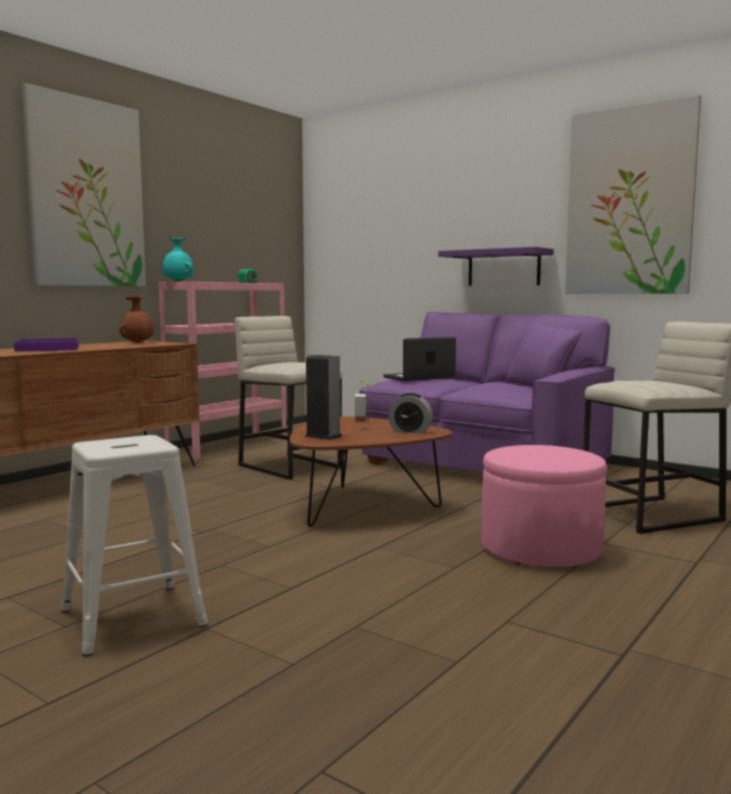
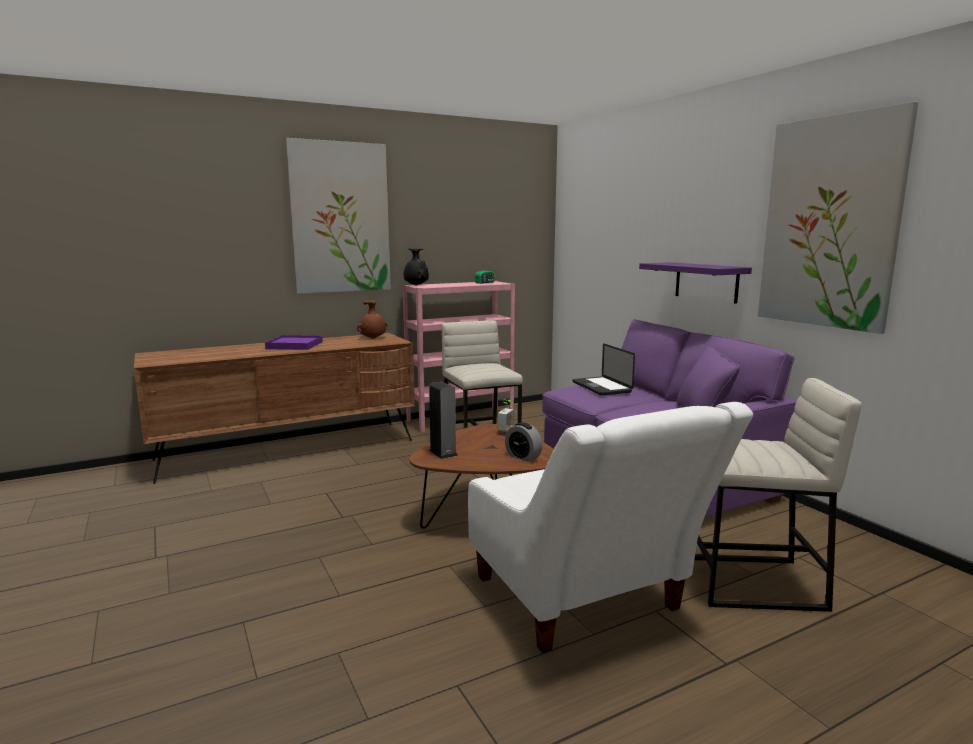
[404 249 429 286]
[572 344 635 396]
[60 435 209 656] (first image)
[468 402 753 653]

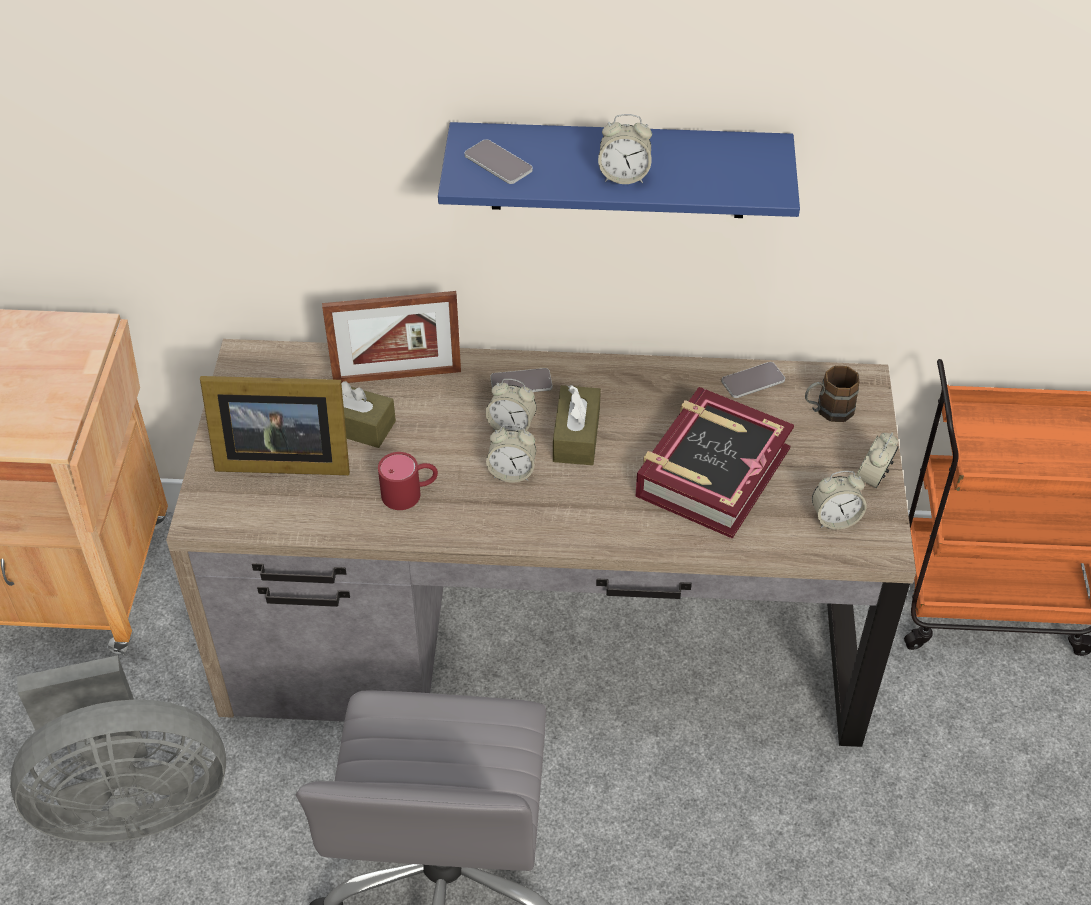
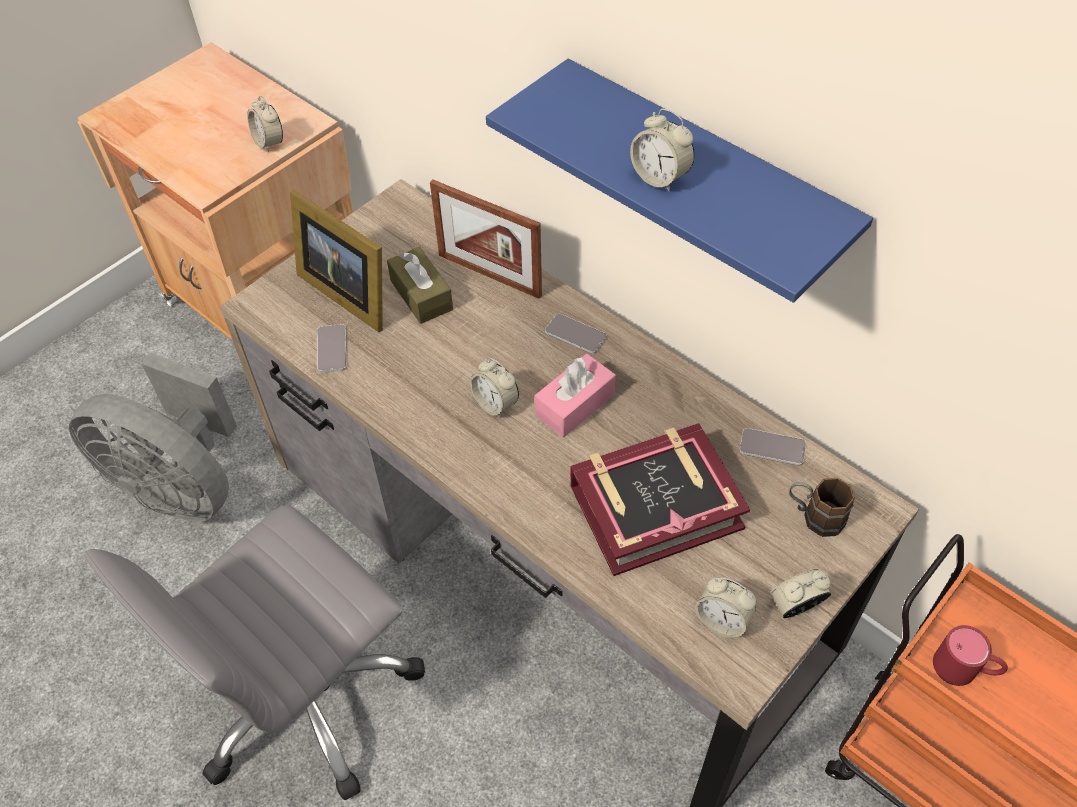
[317 324 347 373]
[247 96 283 152]
[535 354 616 437]
[933 625 1008 686]

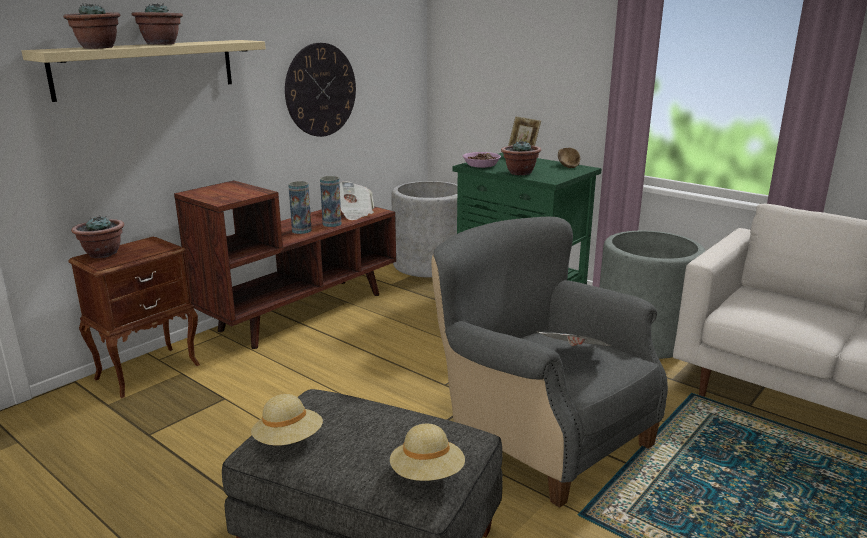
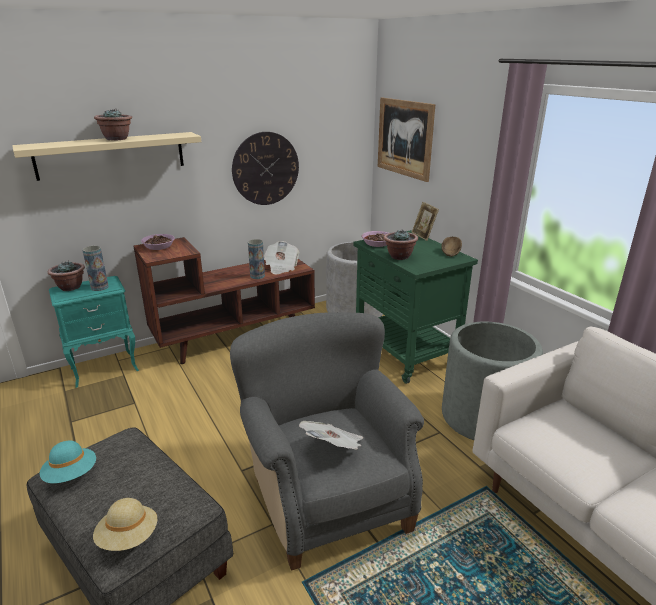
[63 3 120 49] (first image)
[82 246 109 291]
[49 276 139 388]
[40 441 96 483]
[378 98 435 182]
[141 234 175 250]

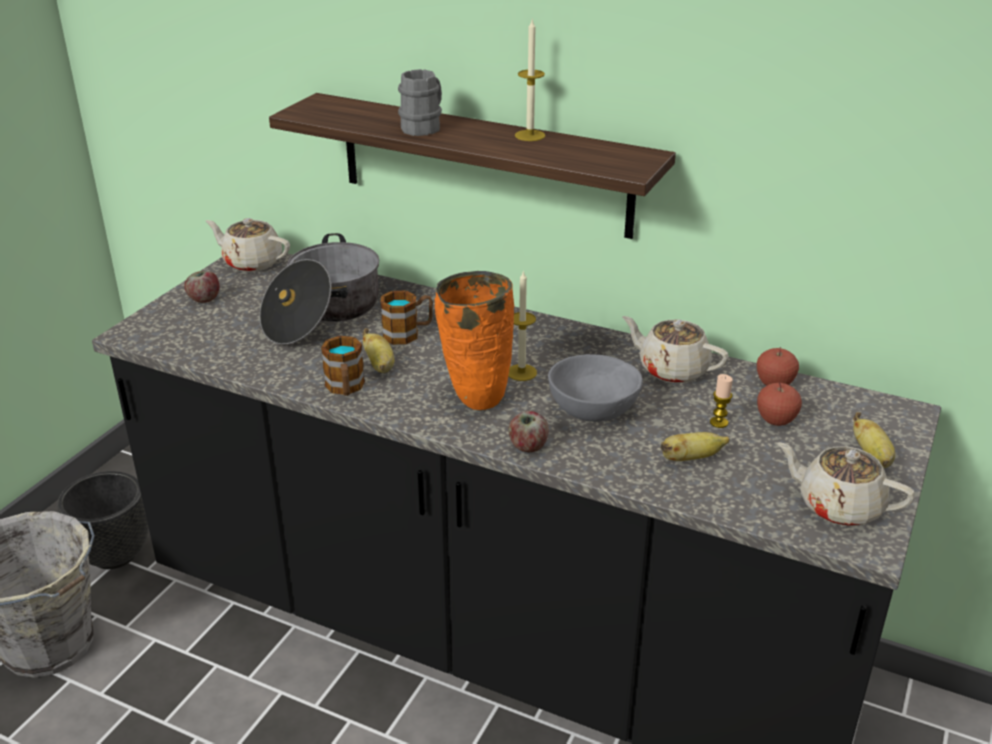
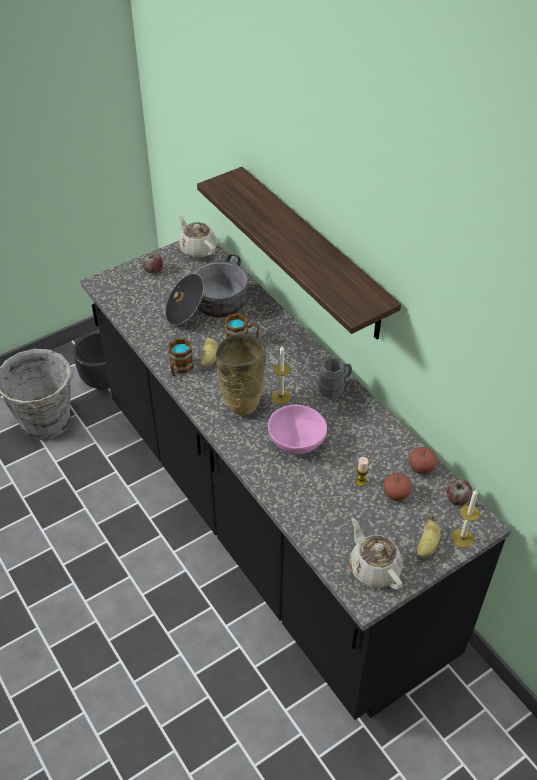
[451 489 480 548]
[318 357 352 398]
[216 334 266 416]
[622 316 729 383] (first image)
[268 405 327 454]
[446 479 472 505]
[661 432 730 461] (first image)

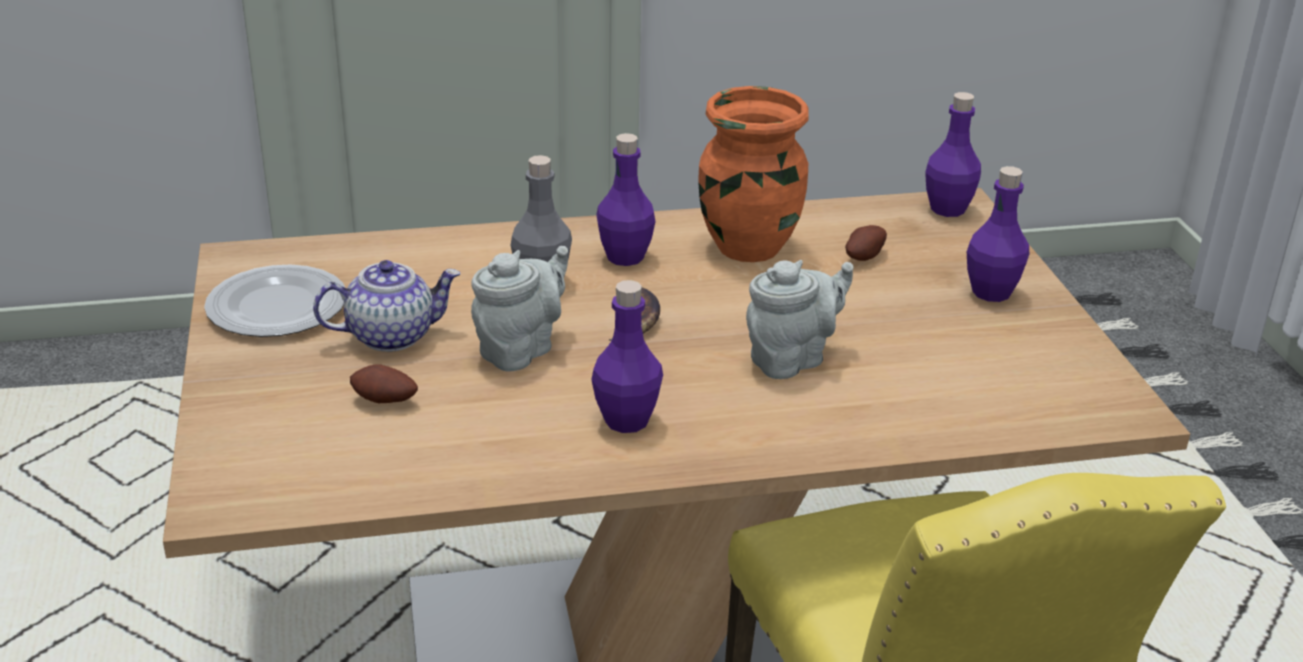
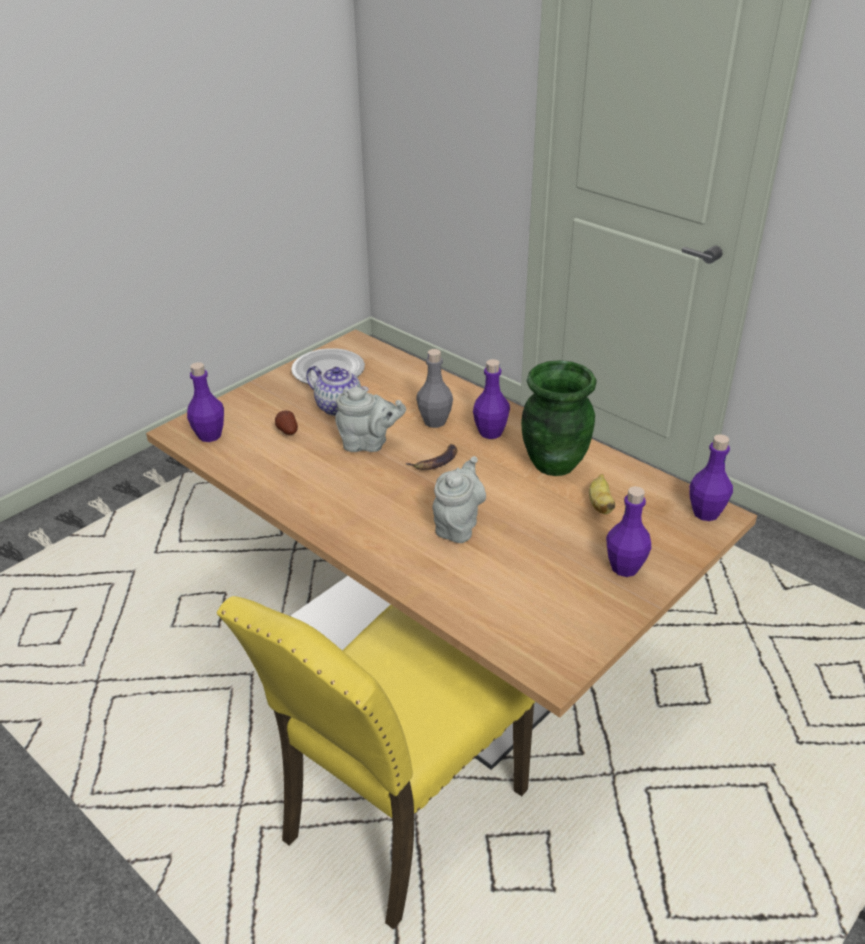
[521 360 596 476]
[589 474 615 514]
[433 456 486 543]
[187 362 224 442]

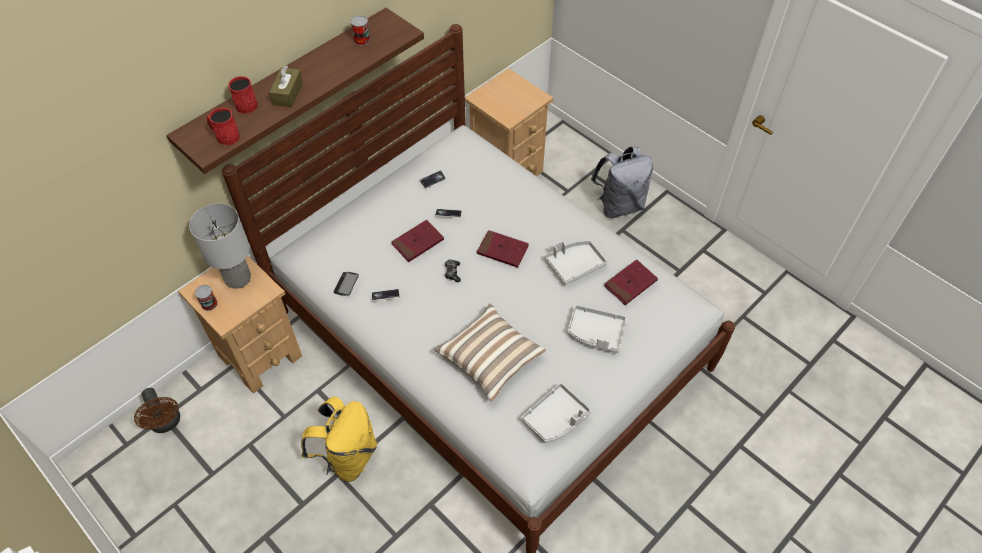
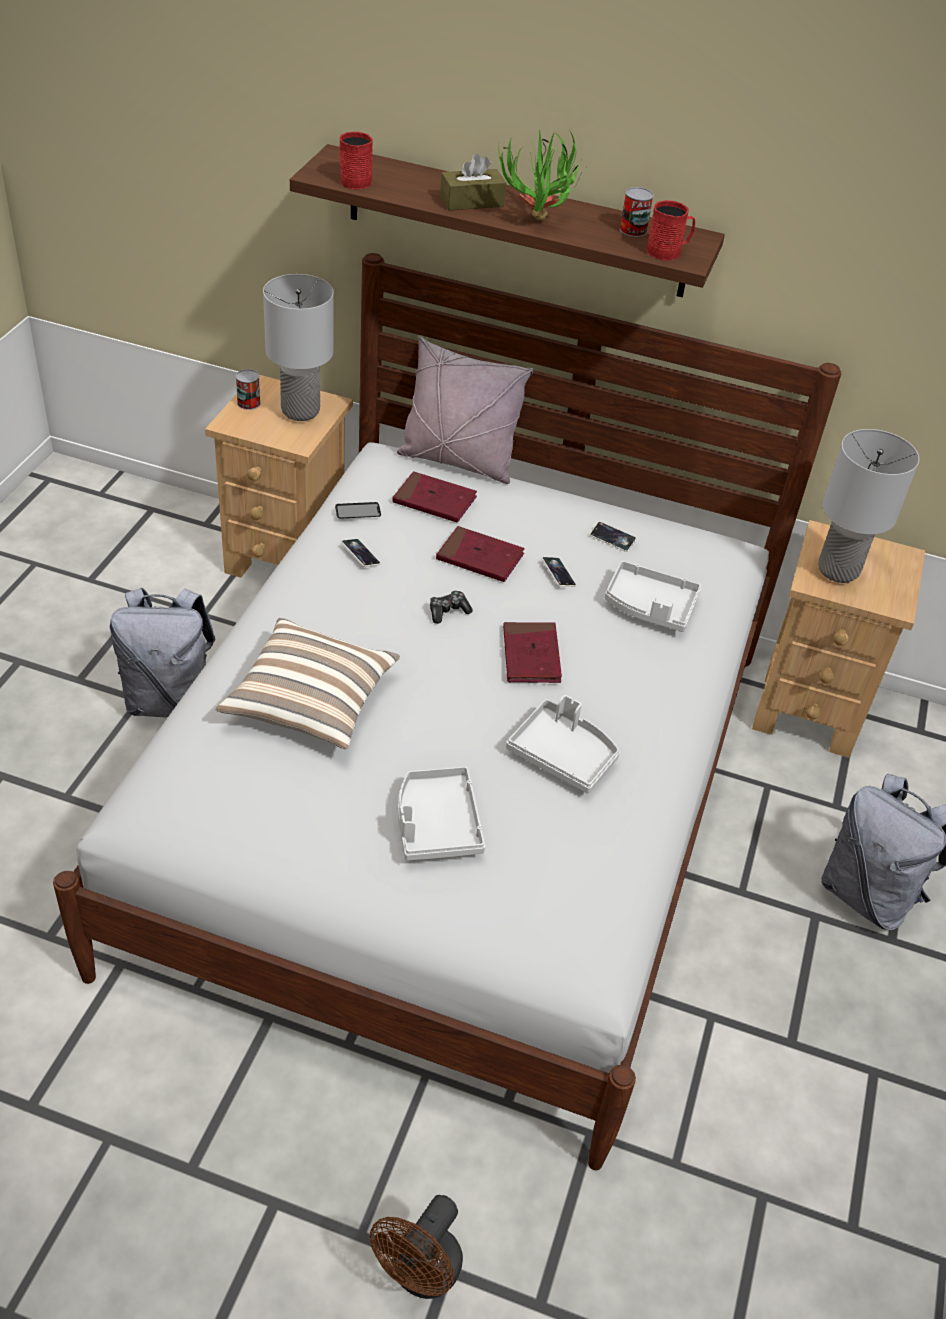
[646 200 695 260]
[393 471 477 523]
[605 561 701 632]
[370 1195 463 1299]
[110 588 216 718]
[498 129 586 221]
[397 337 533 484]
[818 429 919 583]

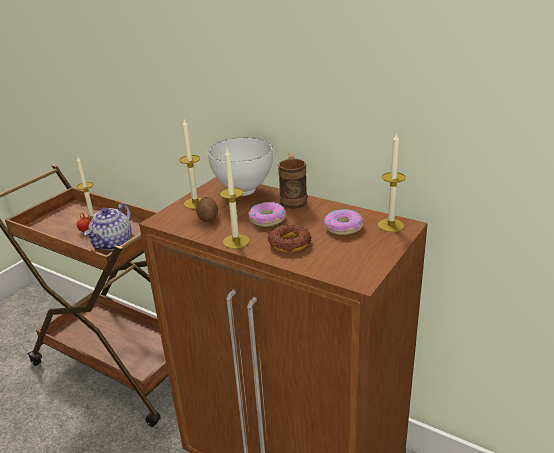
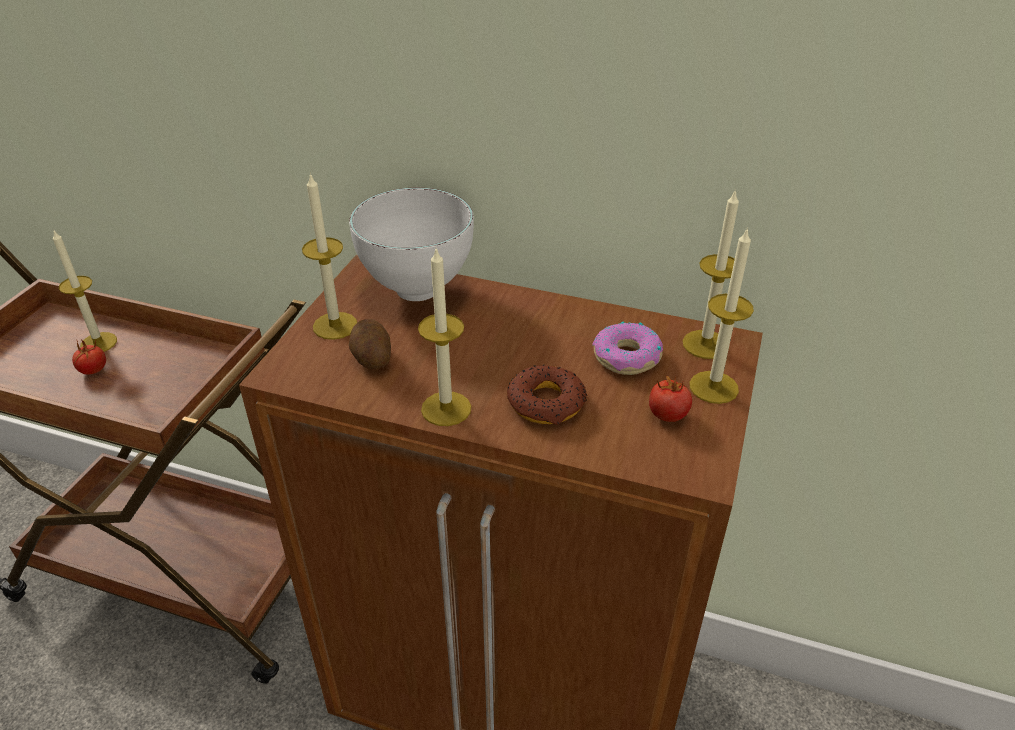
[278 153 307 209] (first image)
[248 202 286 227] (first image)
[84 203 132 250] (first image)
[690 227 754 404]
[649 376 692 422]

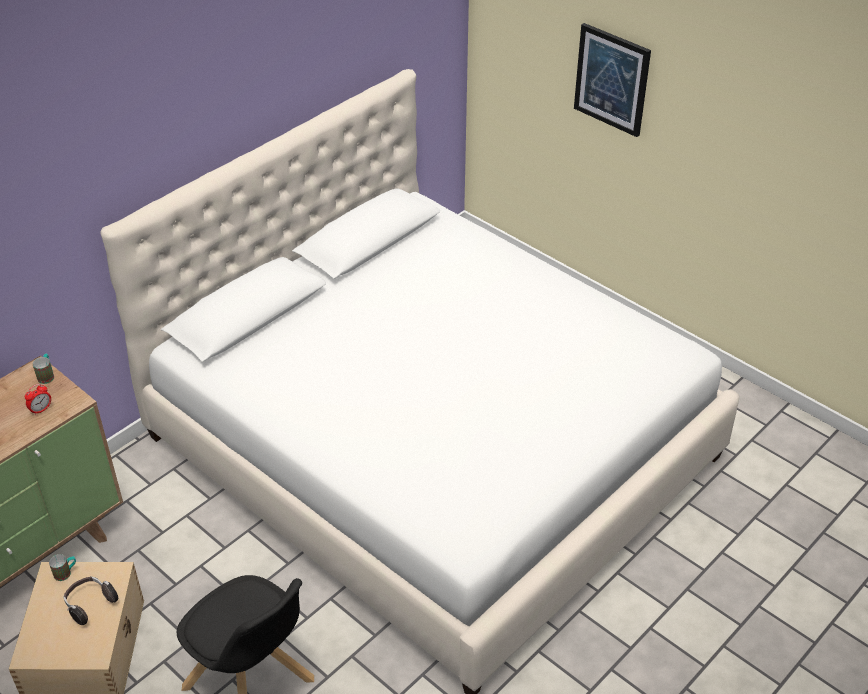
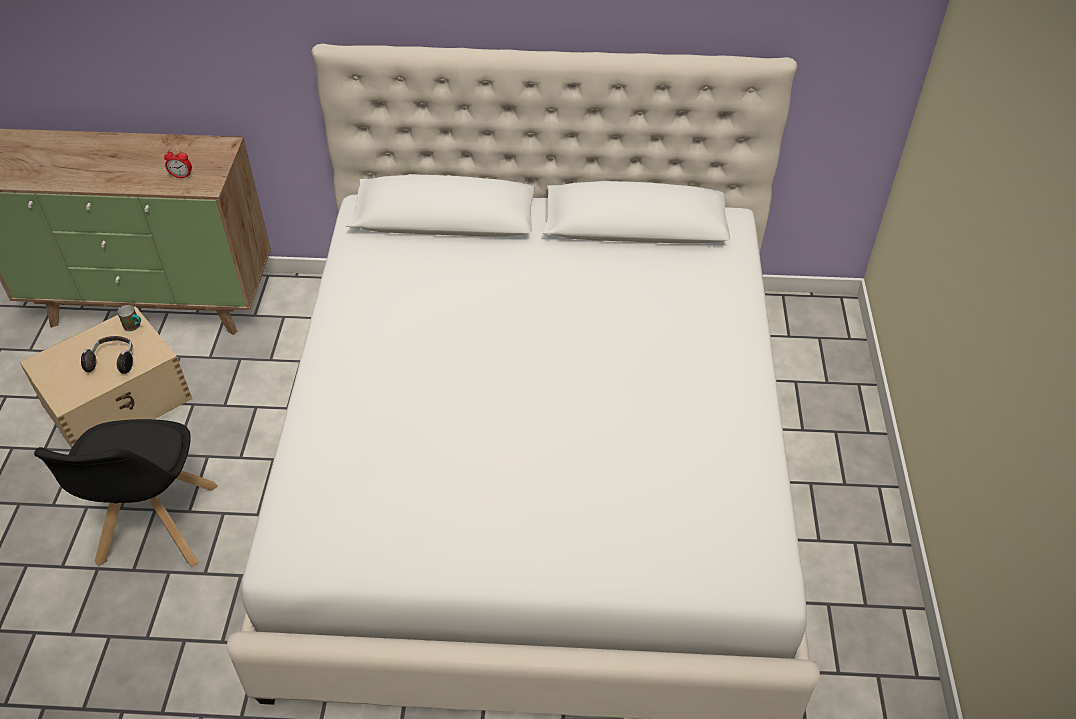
[574 23 651 137] (first image)
[33 354 54 384] (first image)

